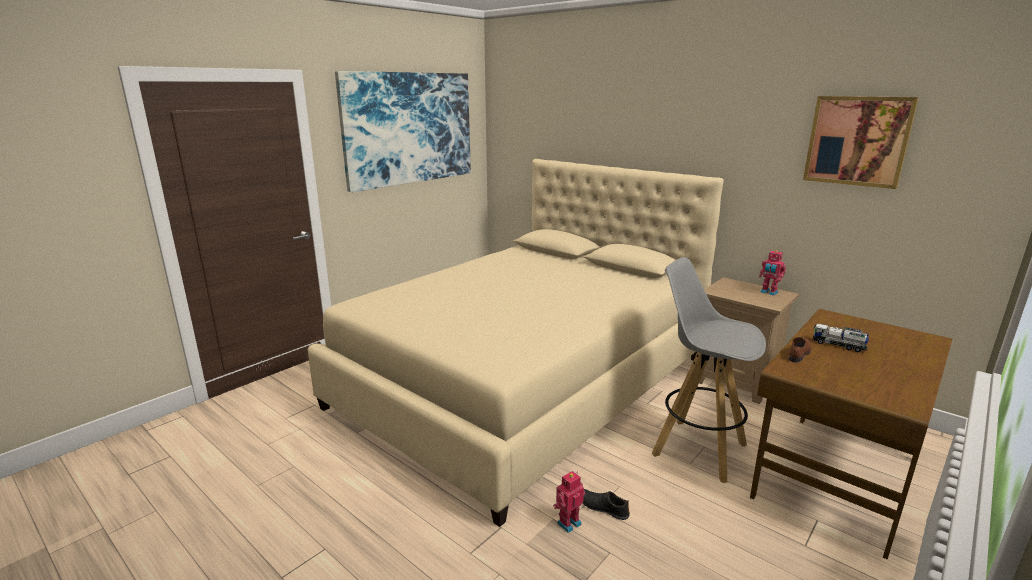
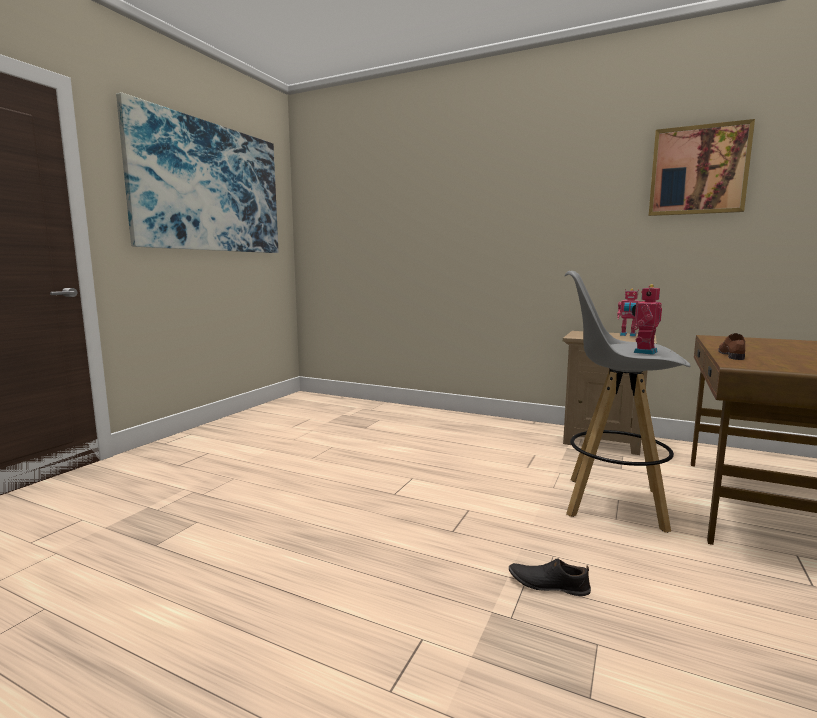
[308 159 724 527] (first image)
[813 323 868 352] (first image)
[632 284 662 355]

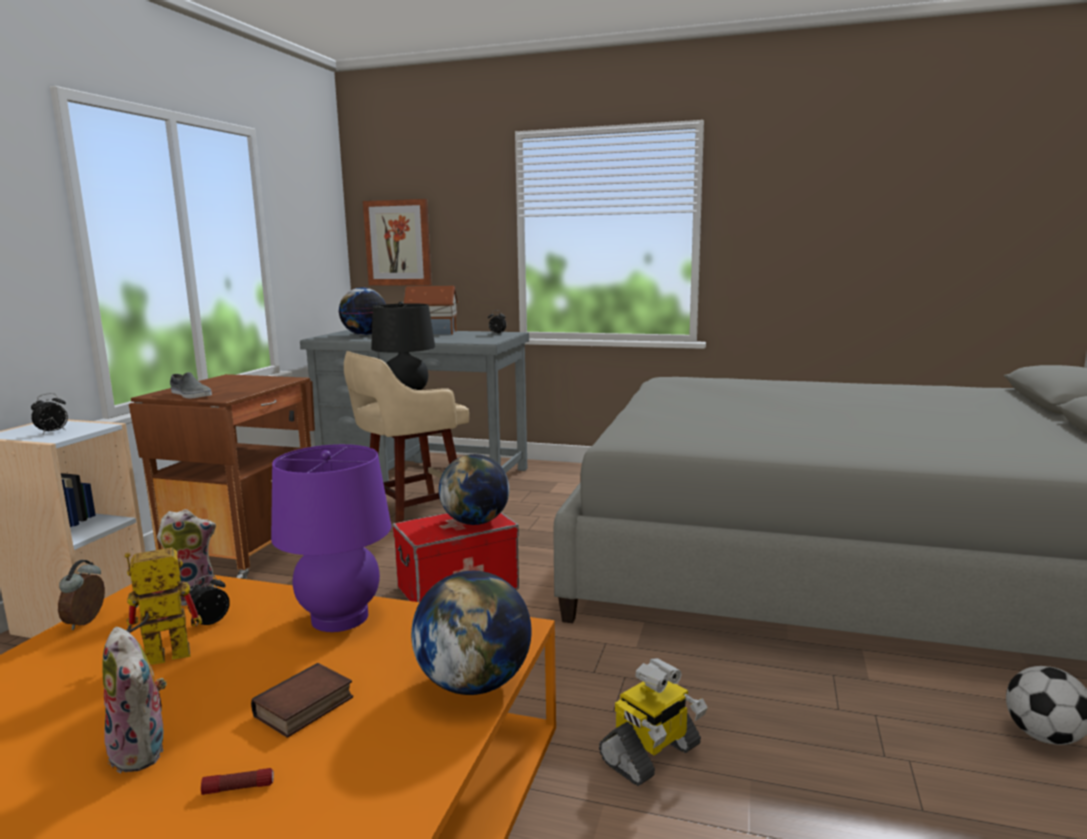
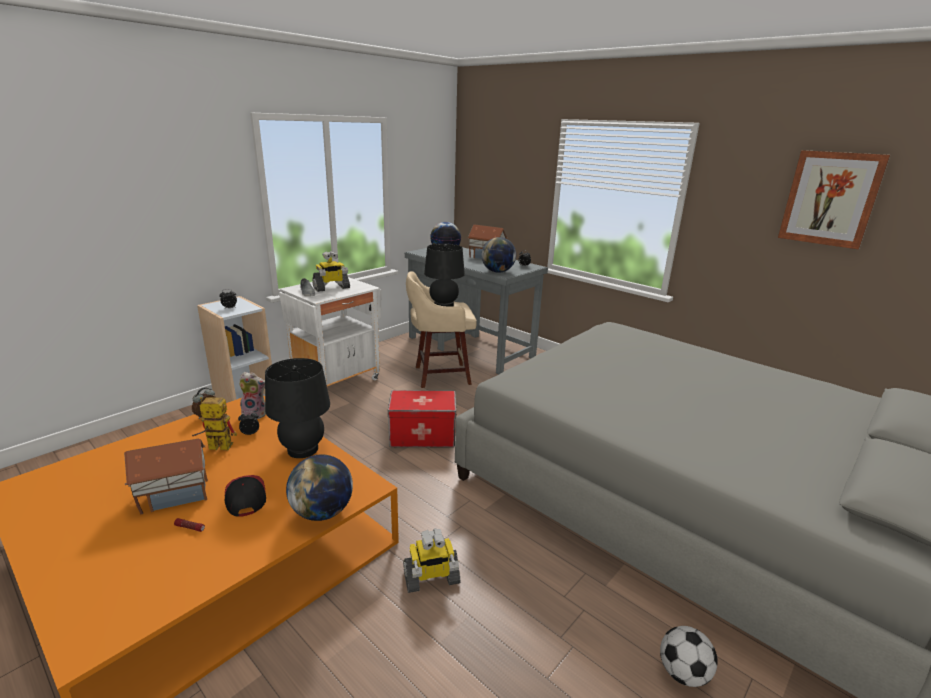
[778 150 890 249]
[279 277 382 386]
[265 358 330 458]
[481 237 516 273]
[124 439 208 515]
[225 475 266 517]
[312 251 350 292]

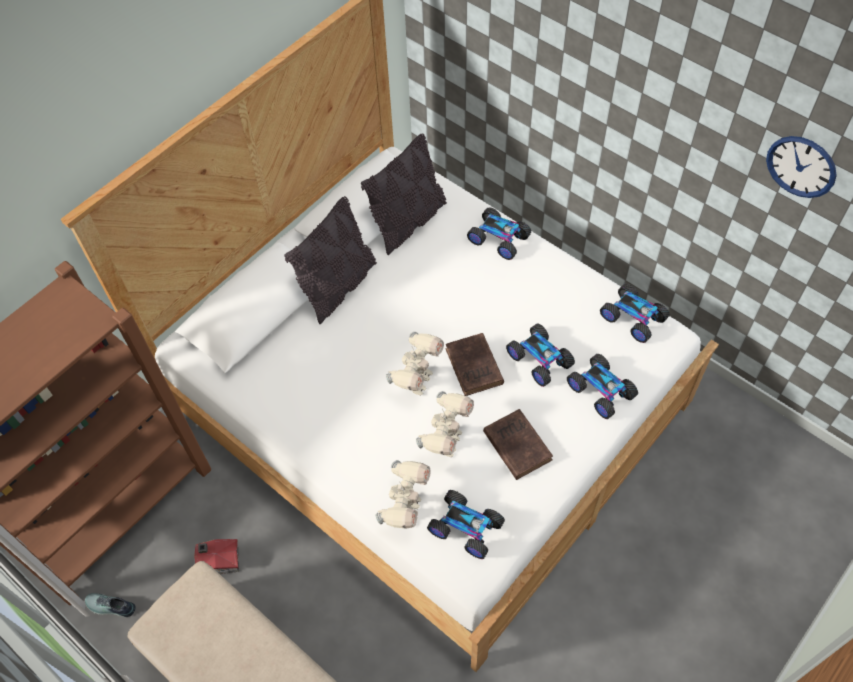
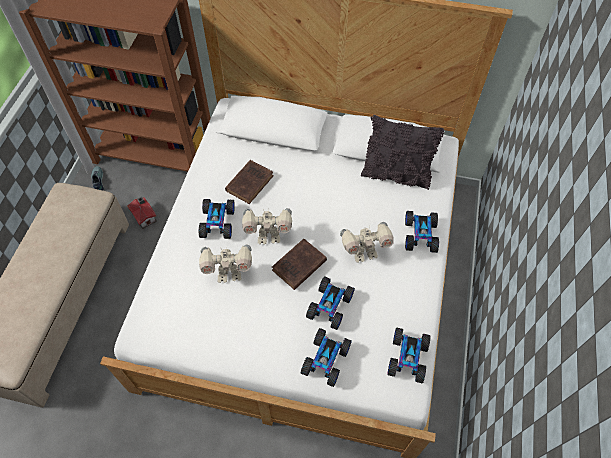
[766 136 837 198] (first image)
[284 196 377 324] (first image)
[225 160 274 204]
[340 222 394 263]
[199 199 235 239]

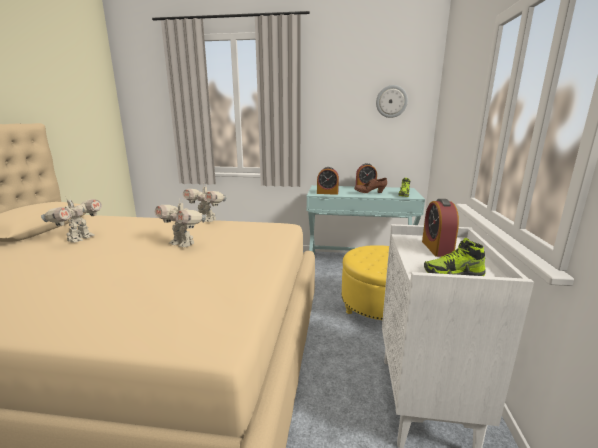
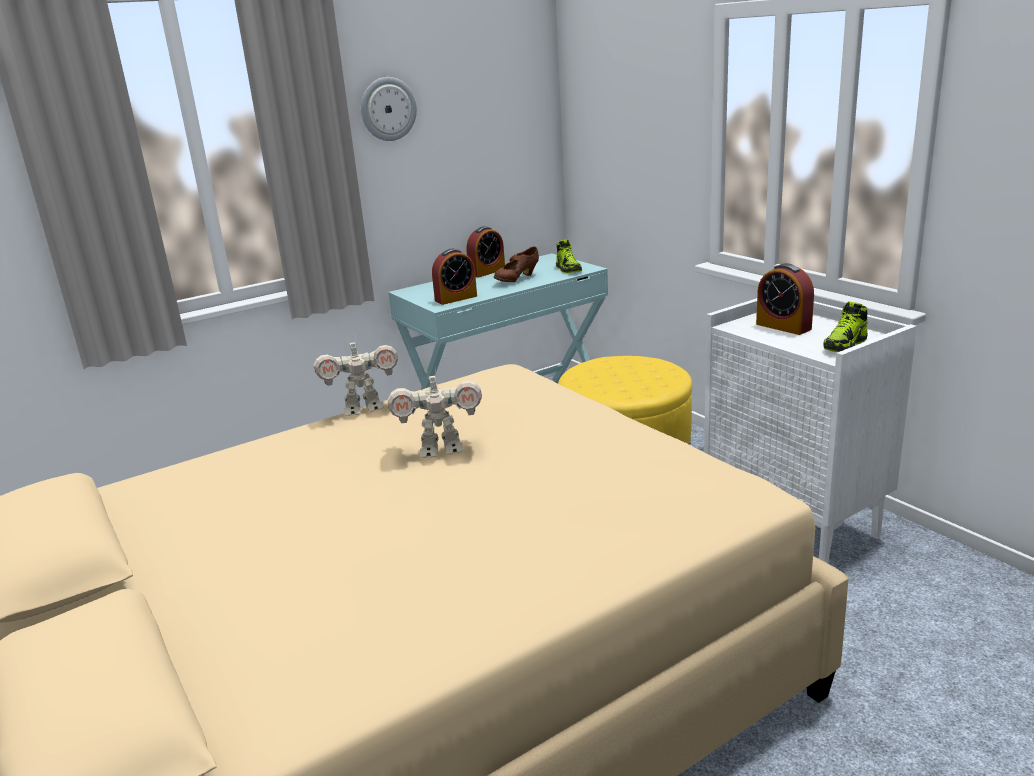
[361 77 417 141]
[41 197 102 243] (first image)

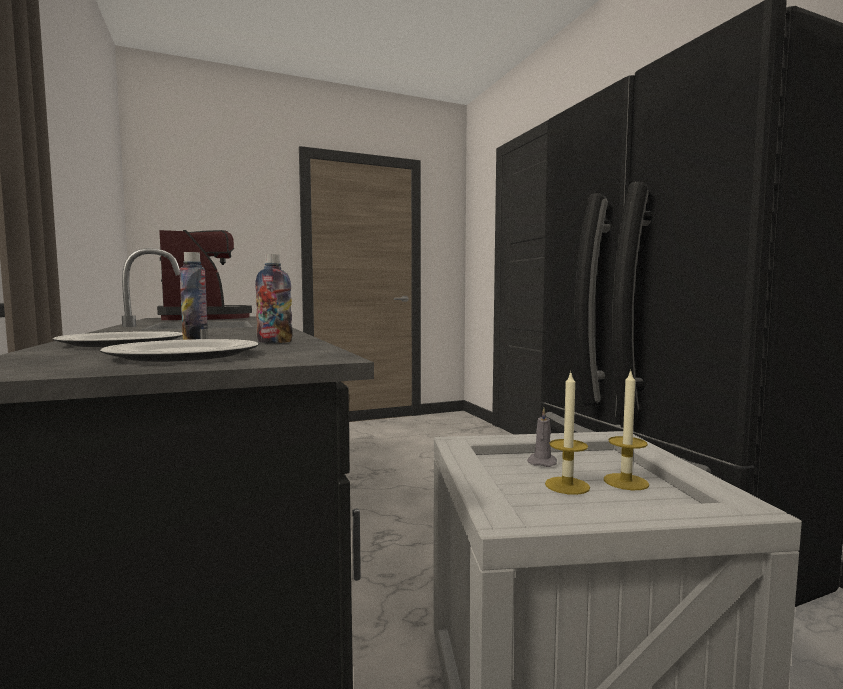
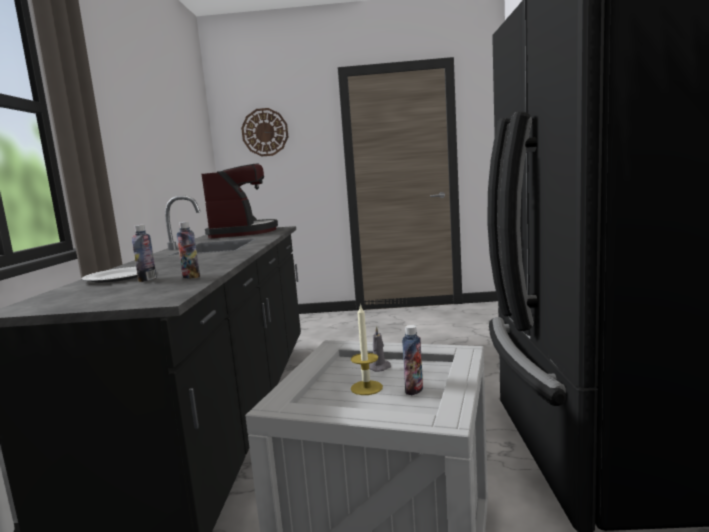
[100 339 259 362] (first image)
[402 325 423 395]
[241 108 288 157]

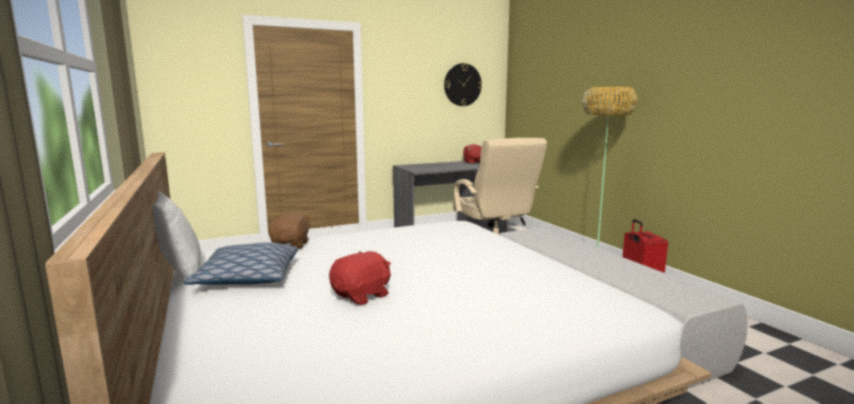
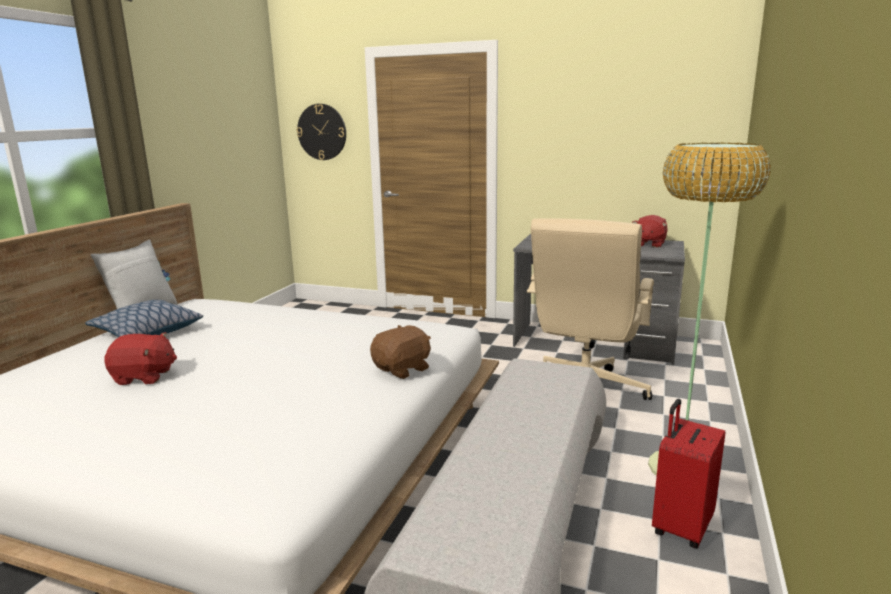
[297 104 346 160]
[370 325 431 379]

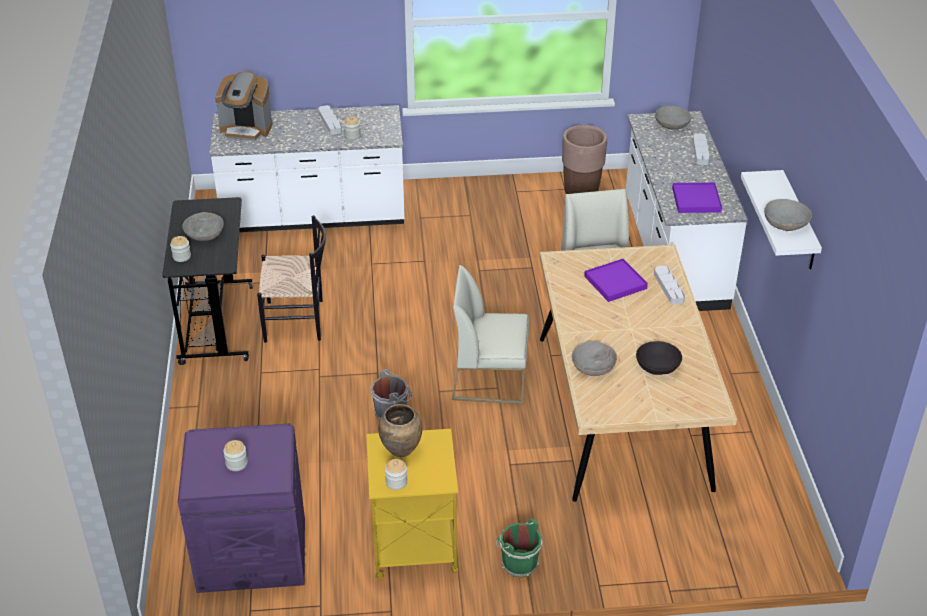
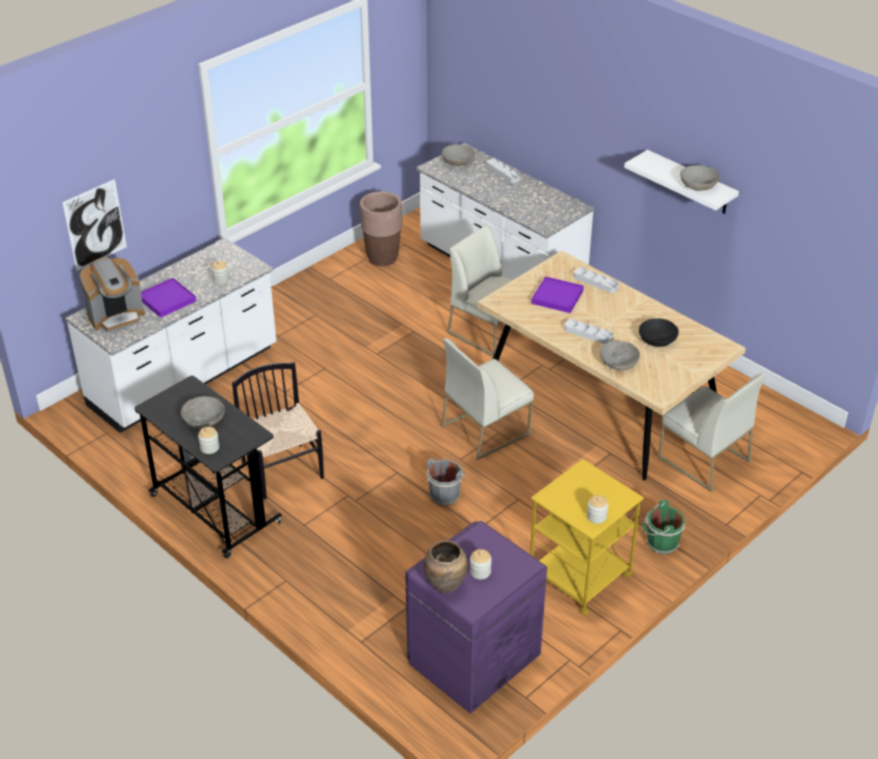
[564 319 613 344]
[141 278 196 318]
[232 362 324 499]
[424 540 468 593]
[62 179 127 271]
[658 373 766 492]

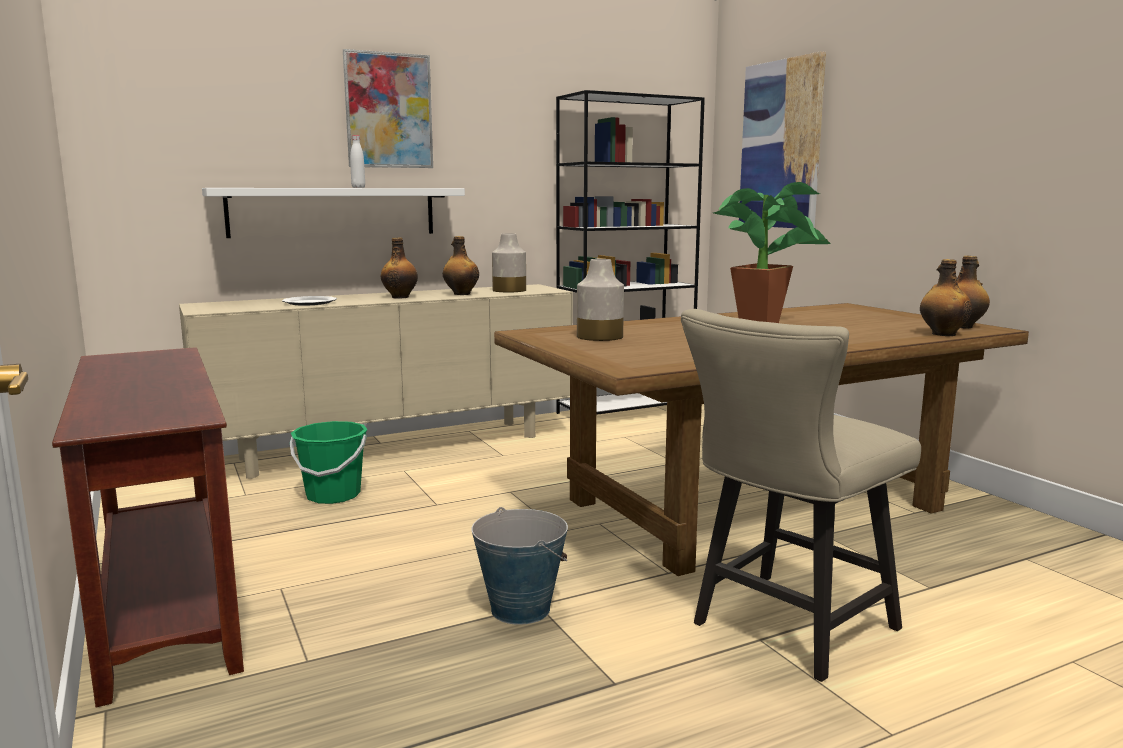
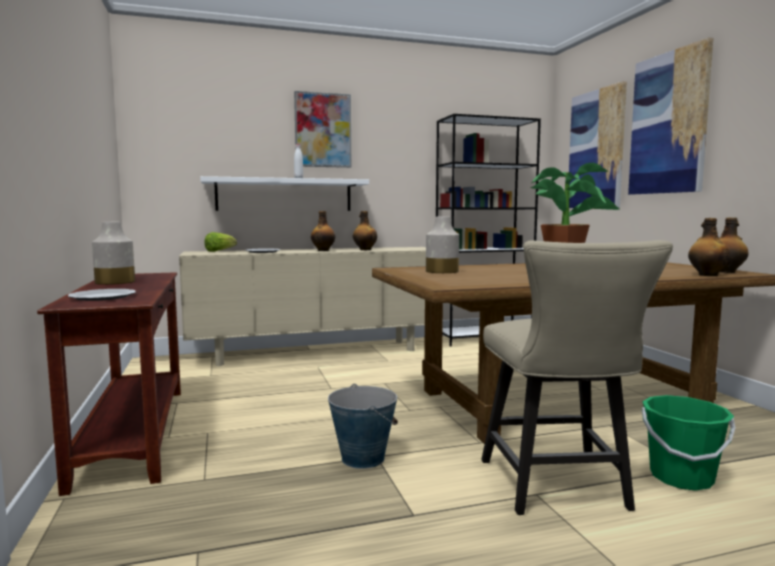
[92 222 135 285]
[481 240 673 515]
[642 395 735 491]
[628 37 713 195]
[204 232 237 252]
[68 289 136 301]

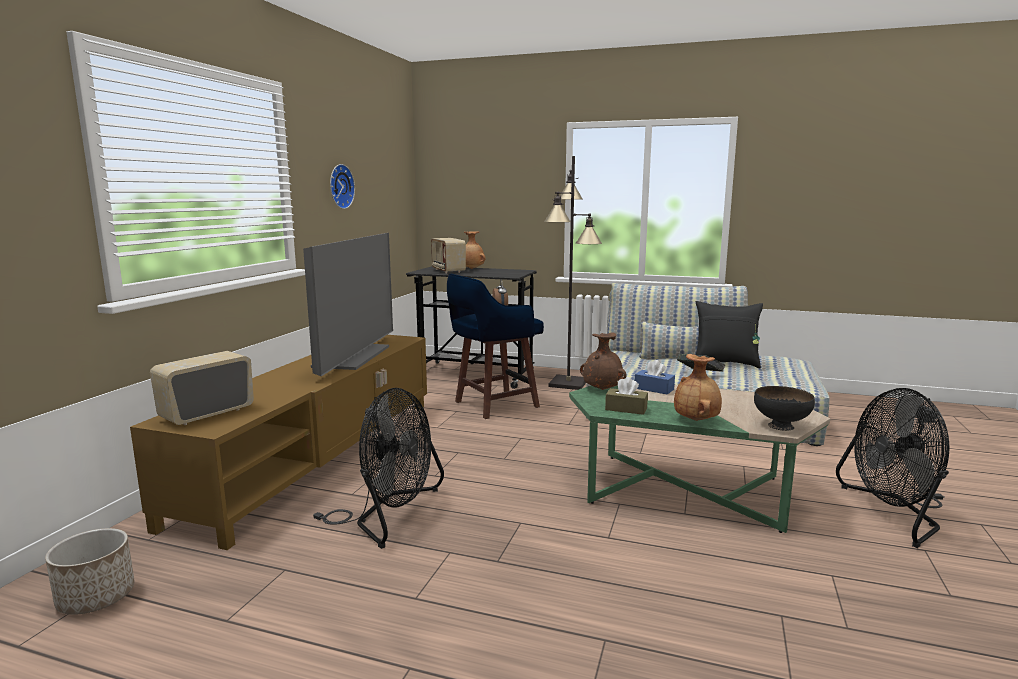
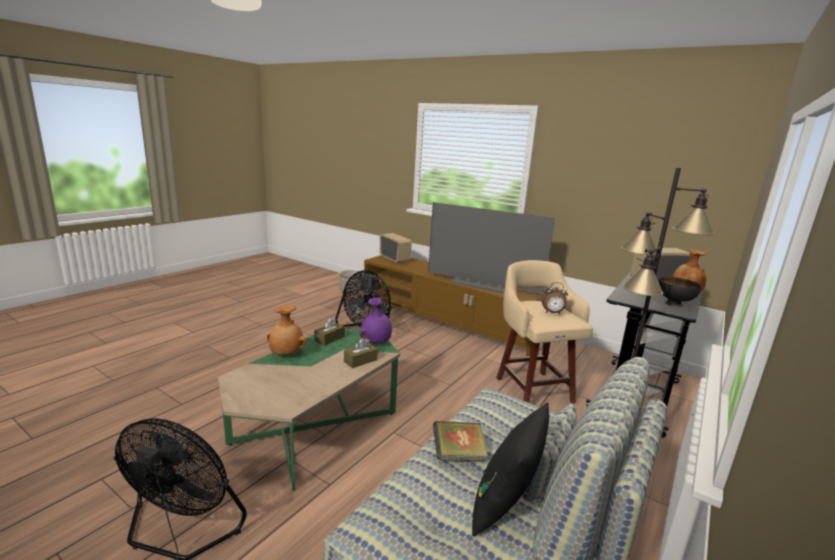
[330 164 355 209] (first image)
[496 260 593 404]
[359 298 392 343]
[344 338 378 368]
[658 277 701 307]

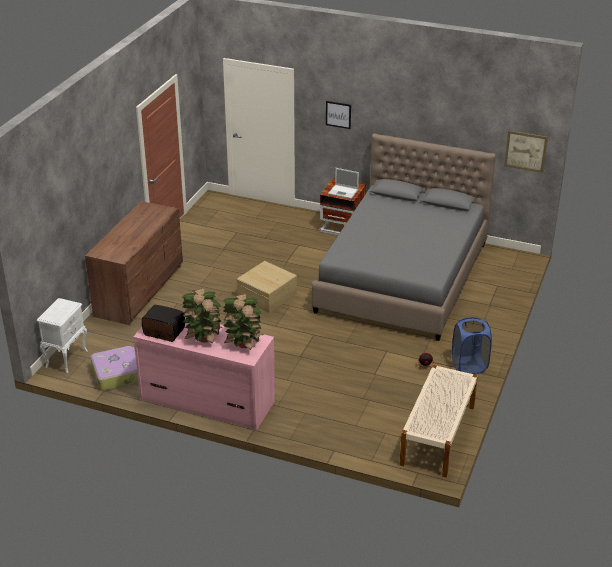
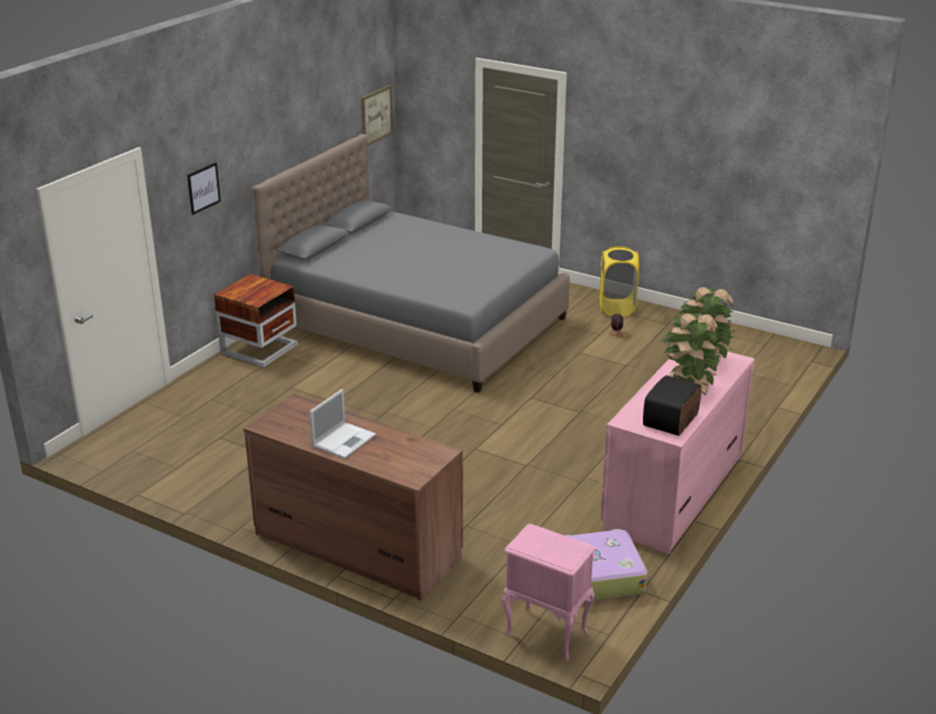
[309 389 376 459]
[237 261 297 313] (first image)
[501 524 595 661]
[600 246 639 317]
[399 365 478 478] (first image)

